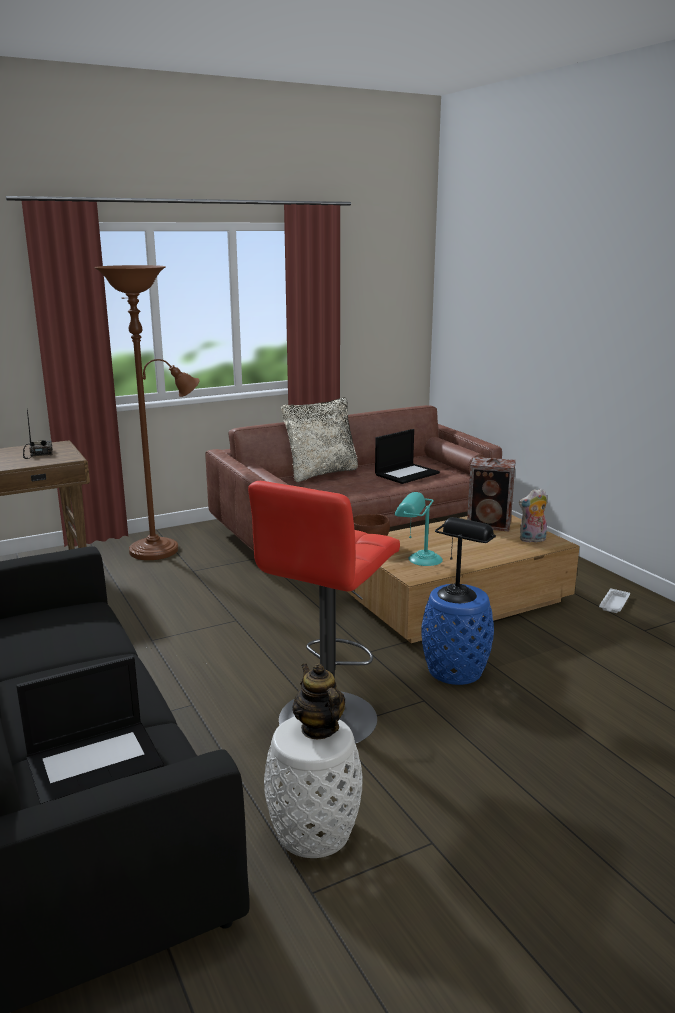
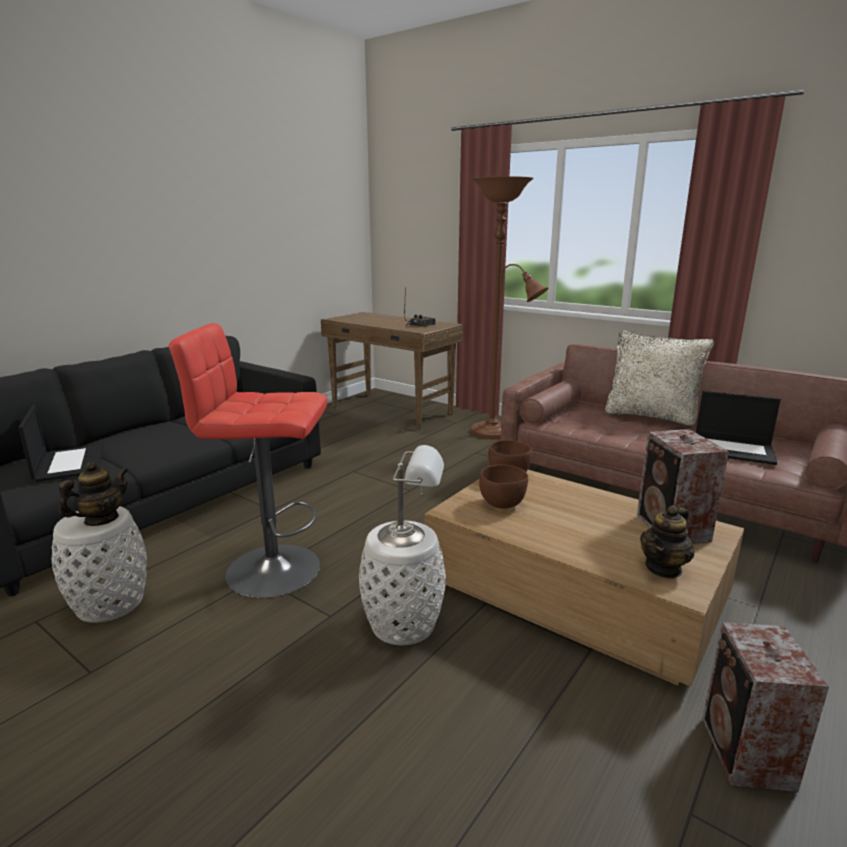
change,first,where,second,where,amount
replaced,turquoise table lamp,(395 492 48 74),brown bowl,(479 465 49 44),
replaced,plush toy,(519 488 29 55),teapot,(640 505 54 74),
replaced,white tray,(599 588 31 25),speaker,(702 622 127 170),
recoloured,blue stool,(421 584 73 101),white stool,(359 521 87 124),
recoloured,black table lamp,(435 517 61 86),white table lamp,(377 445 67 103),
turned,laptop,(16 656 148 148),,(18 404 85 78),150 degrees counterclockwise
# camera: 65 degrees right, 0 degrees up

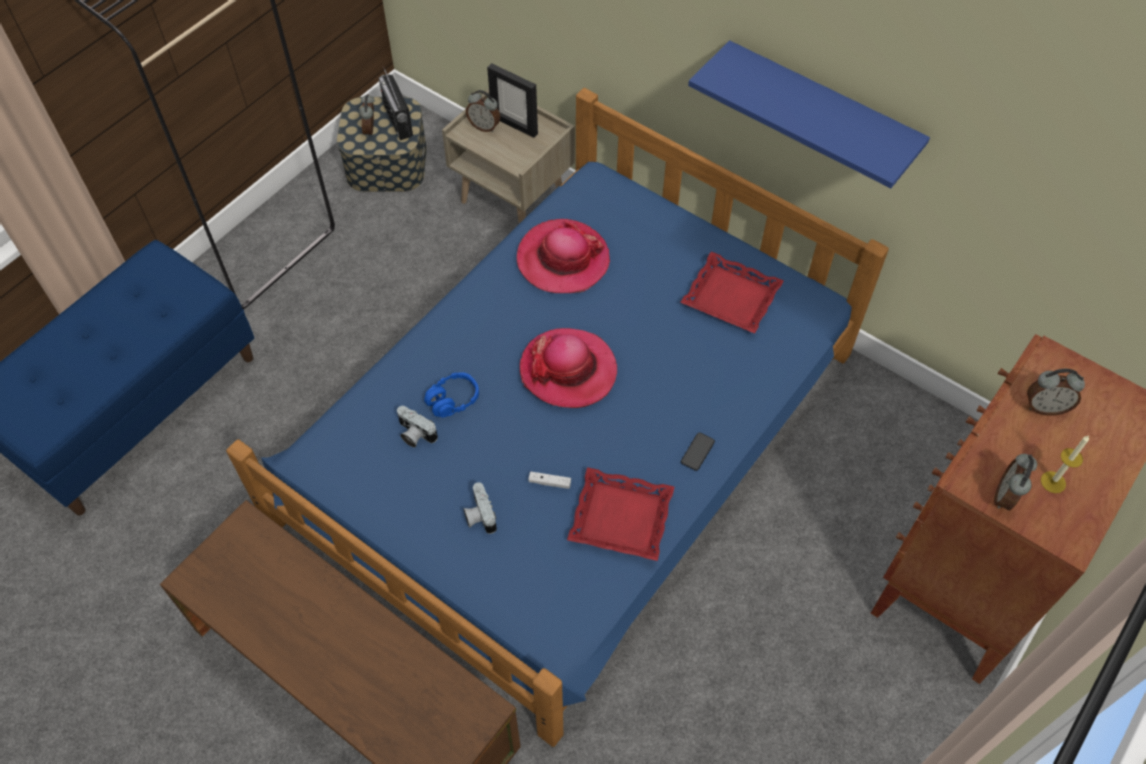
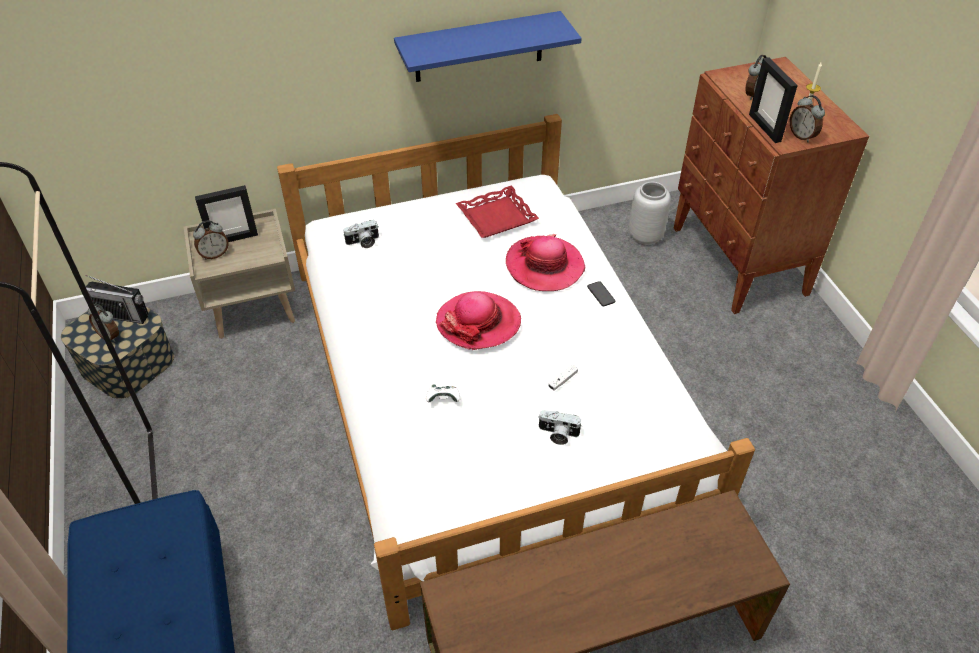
change,first,where,second,where,amount
removed,red tray,(567 467 107 94),,,
added,,,grey vase,(629 182 42 63),
added,,,picture frame,(749 57 49 86),
moved,photo camera,(397 406 41 42),,(343 220 36 28),
moved,hat,(517 219 93 74),,(506 234 79 57),
replaced,blue headphones,(424 372 55 45),white game controller,(426 384 34 18),
recoloured,blue bed,(226 88 663 659),white bed,(277 114 478 516),
# camera: 55 degrees left, 10 degrees down

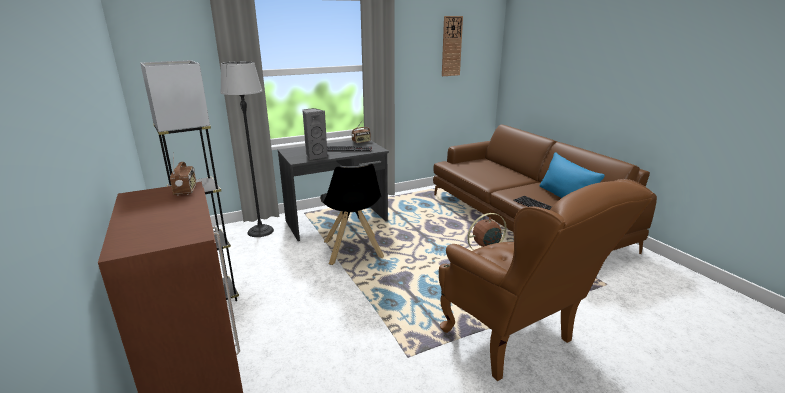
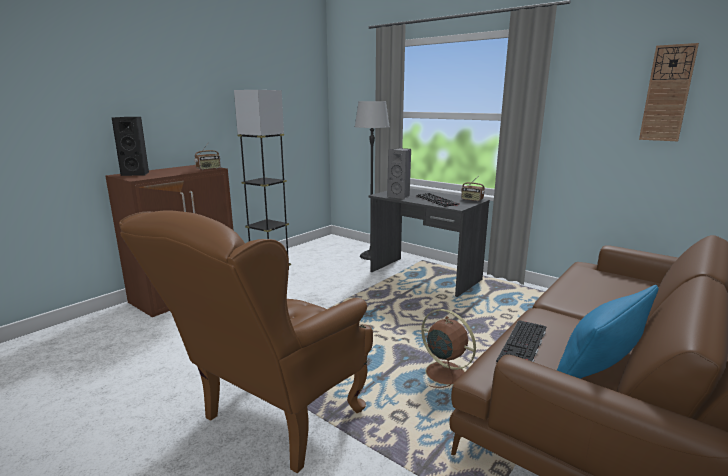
change,first,where,second,where,amount
removed,black chair,(320 163 64 102),,,
added,,,black speaker,(112 117 37 59),
# camera: 65 degrees right, 5 degrees down

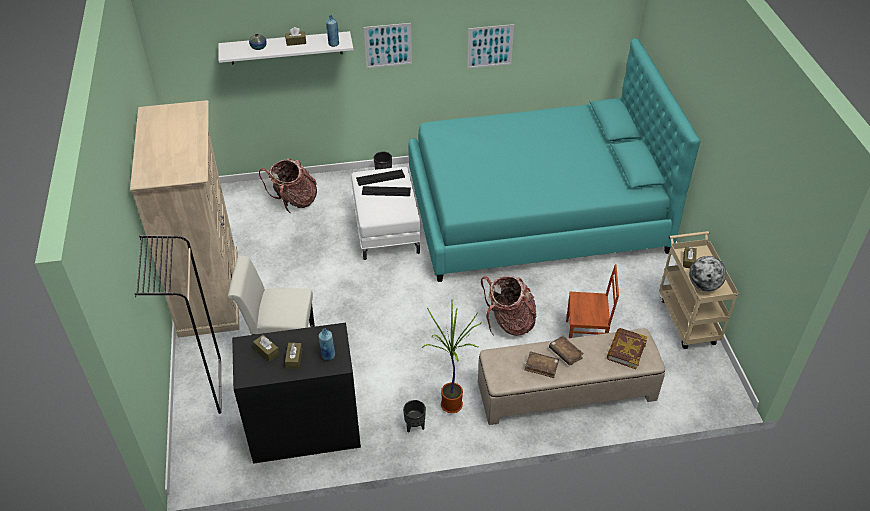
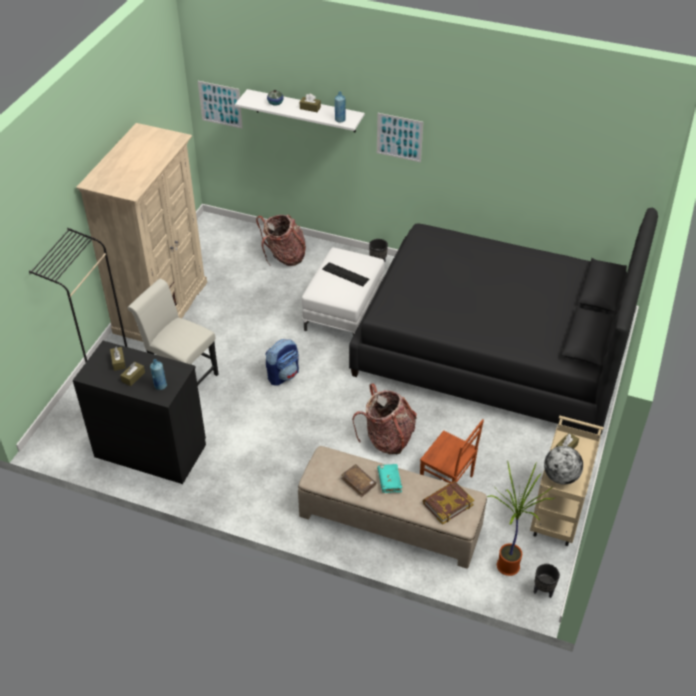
change,first,where,second,where,amount
removed,keyboard,(356 169 49 17),,,
added,,,backpack,(265 339 34 47),
moved,black planter,(403 400 23 33),,(534 564 26 34),
moved,potted plant,(422 301 60 112),,(487 462 67 114),
moved,picture,(467 24 47 45),,(198 81 45 48),
recoloured,turquoise bed,(409 38 291 244),black bed,(349 208 309 227),
recoloured,brown book,(549 336 35 29),turquoise book,(377 464 26 29),
# camera: 30 degrees right, 0 degrees up

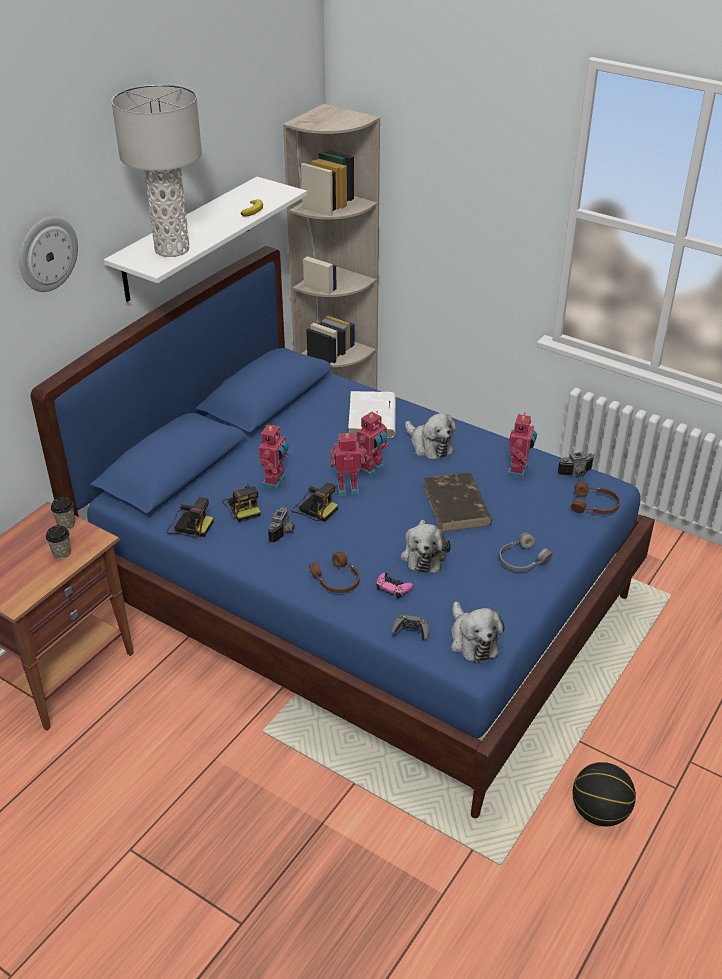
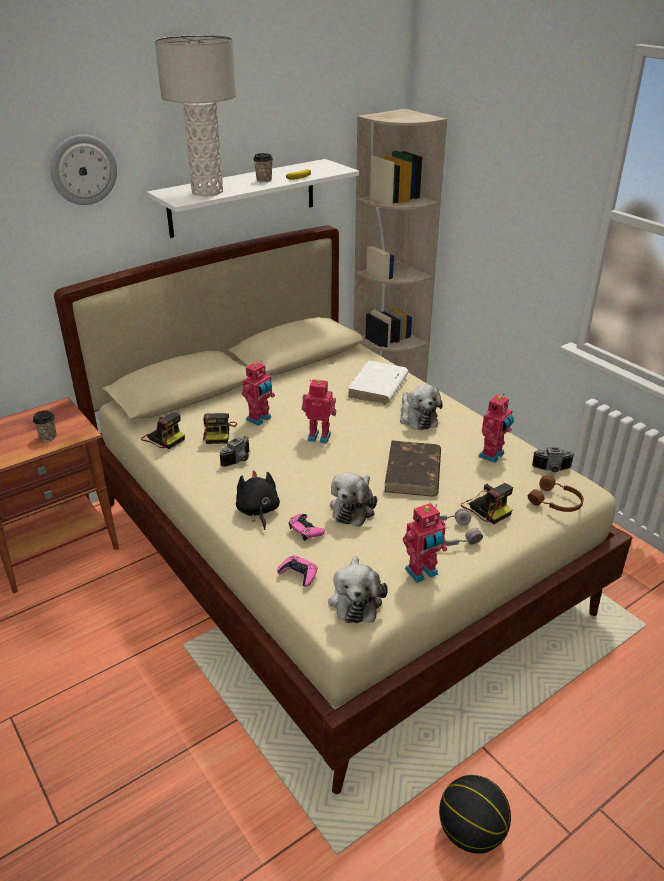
change,first,where,second,where,amount
moved,cup,(51 497 24 32),,(253 153 20 29),
moved,photo camera,(291 483 47 39),,(461 483 52 41),
moved,toy robot,(357 411 32 66),,(403 503 44 80),
replaced,brown headphones,(309 551 51 42),black plush toy,(236 470 44 60),
recoloured,blue bed,(31 246 624 572),beige bed,(54 225 579 569),
recoloured,grey game controller,(392 615 37 26),pink game controller,(277 555 41 32),
# camera: 20 degrees right, 5 degrees down

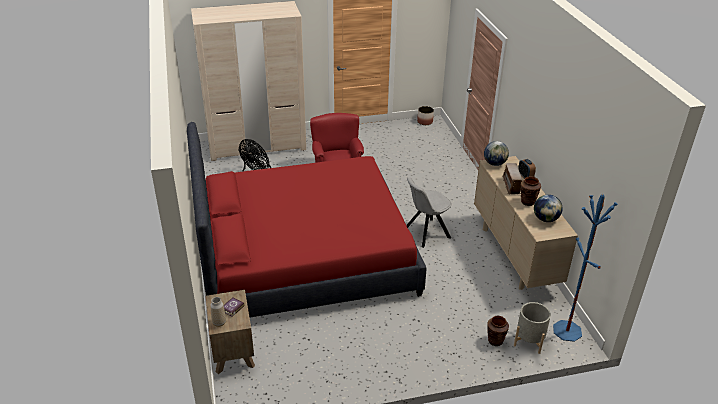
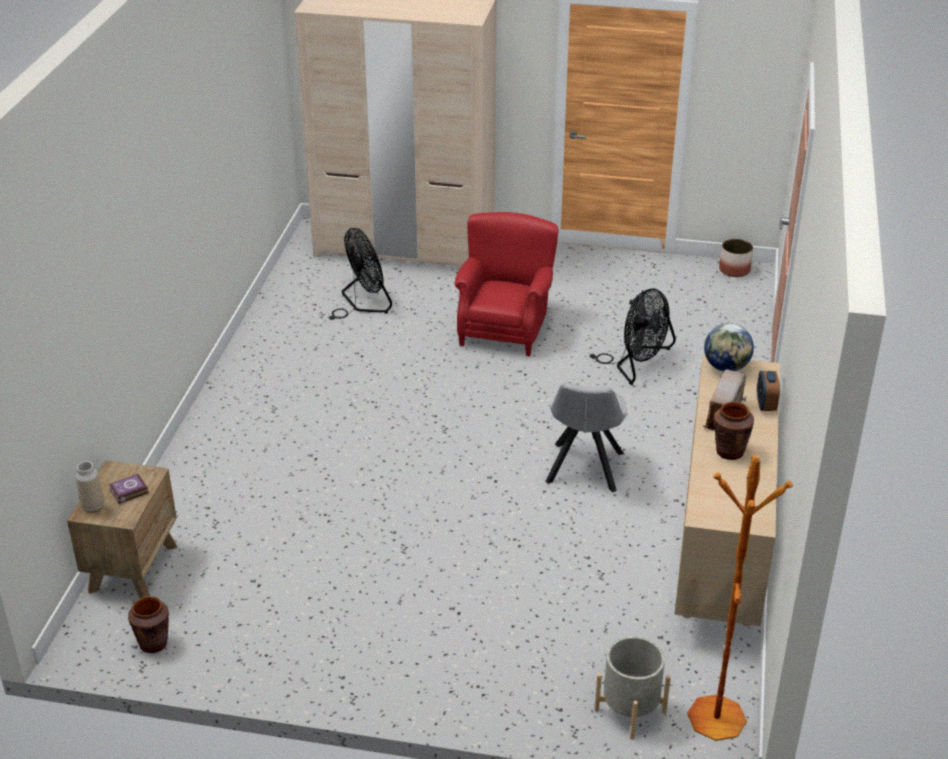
change,first,where,second,where,amount
removed,red bed,(187 122 239 196),,,
removed,globe,(534 195 29 27),,,
added,,,black fan,(590 288 86 97),
moved,brown vase,(487 316 22 30),,(128 596 41 57),
recoloured,blue clothes rack,(553 194 65 148),orange clothes rack,(687 456 106 285),
turned,grey chair,(406 177 46 71),,(546 382 81 110),75 degrees counterclockwise
# camera: 25 degrees right, 0 degrees up

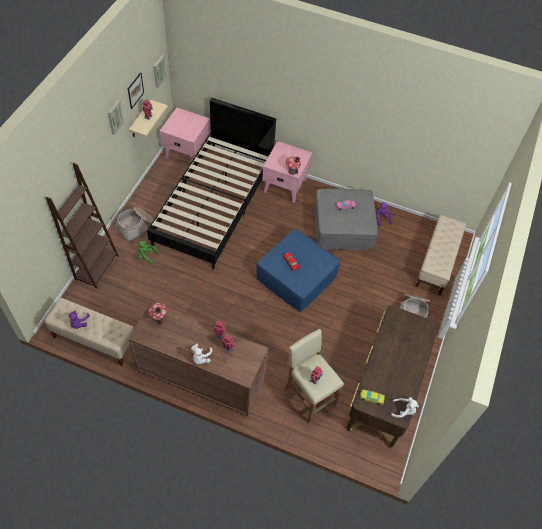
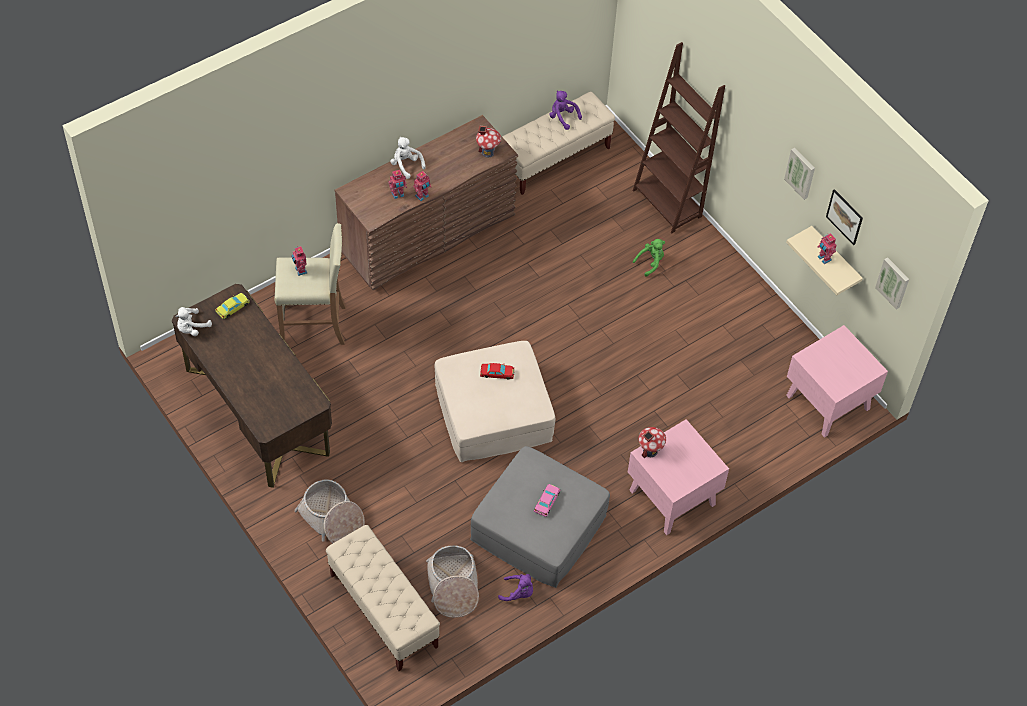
change,first,where,second,where,amount
removed,black bed,(147 98 129 172),,,
moved,basket,(114 207 40 37),,(426 545 53 73),
recoloured,blue ottoman,(256 229 84 83),beige ottoman,(435 341 120 121),
# camera: 125 degrees right, 0 degrees up

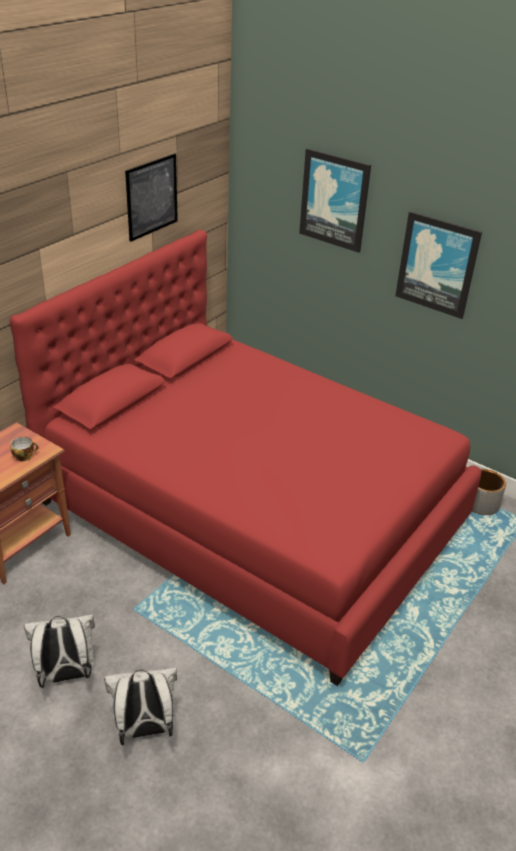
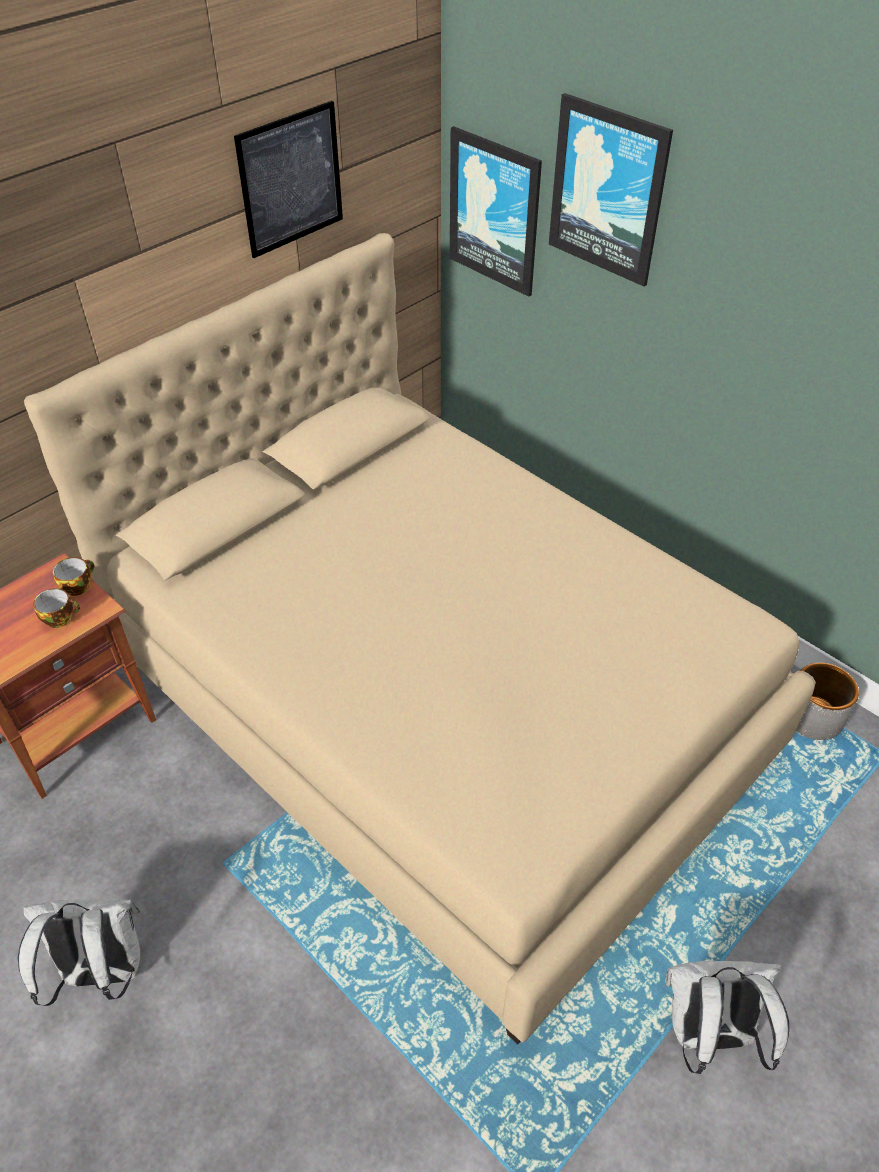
change,first,where,second,where,amount
added,,,cup,(53 557 41 39),
moved,white backpack,(104 668 73 77),,(665 961 124 113),
moved,picture,(395 211 87 108),,(450 126 92 171),
recoloured,red bed,(10 230 472 456),beige bed,(24 233 792 812),
# camera: 10 degrees right, 10 degrees up

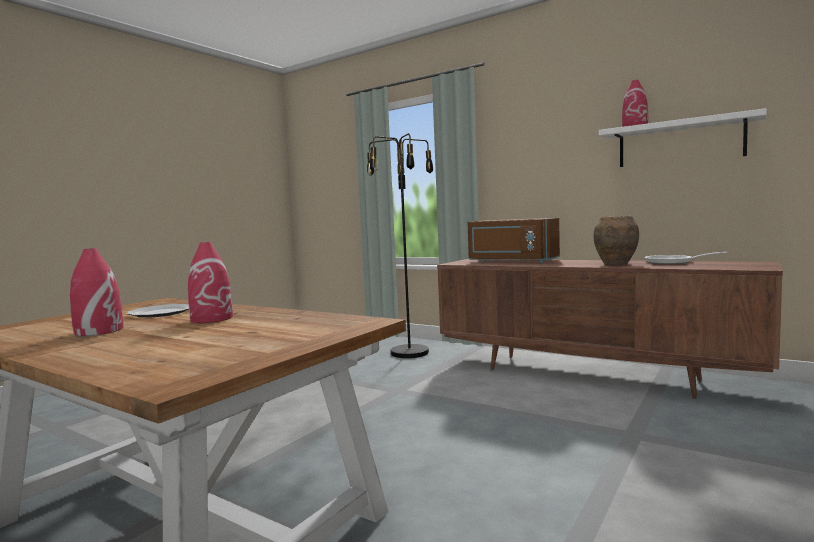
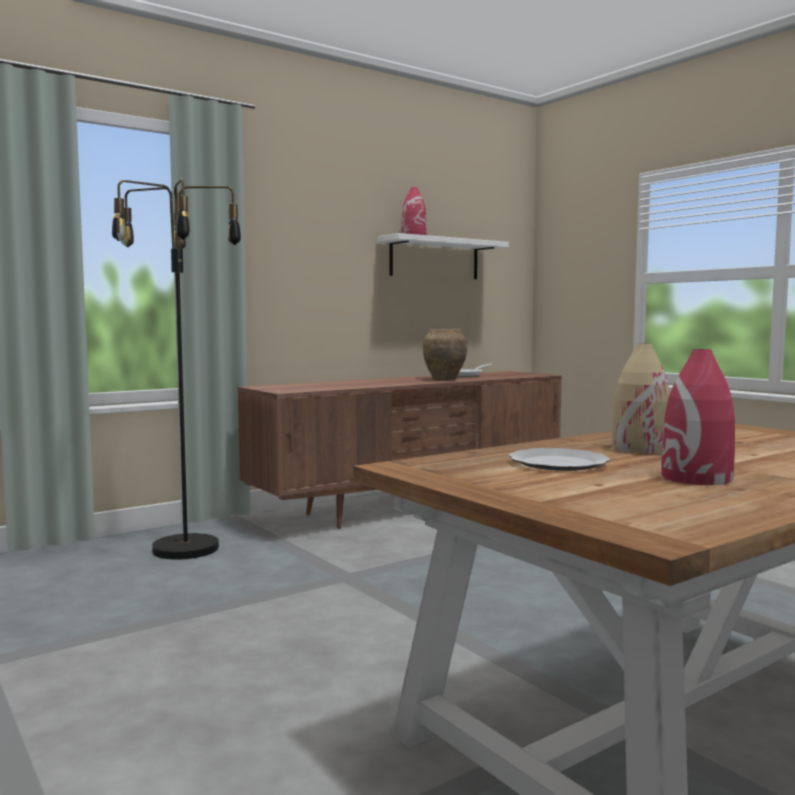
change,first,where,second,where,amount
removed,brown microwave,(468 218 92 45),,,
recoloured,red vase,(188 242 45 81),beige vase,(612 344 58 110),
# camera: 70 degrees left, 0 degrees up

